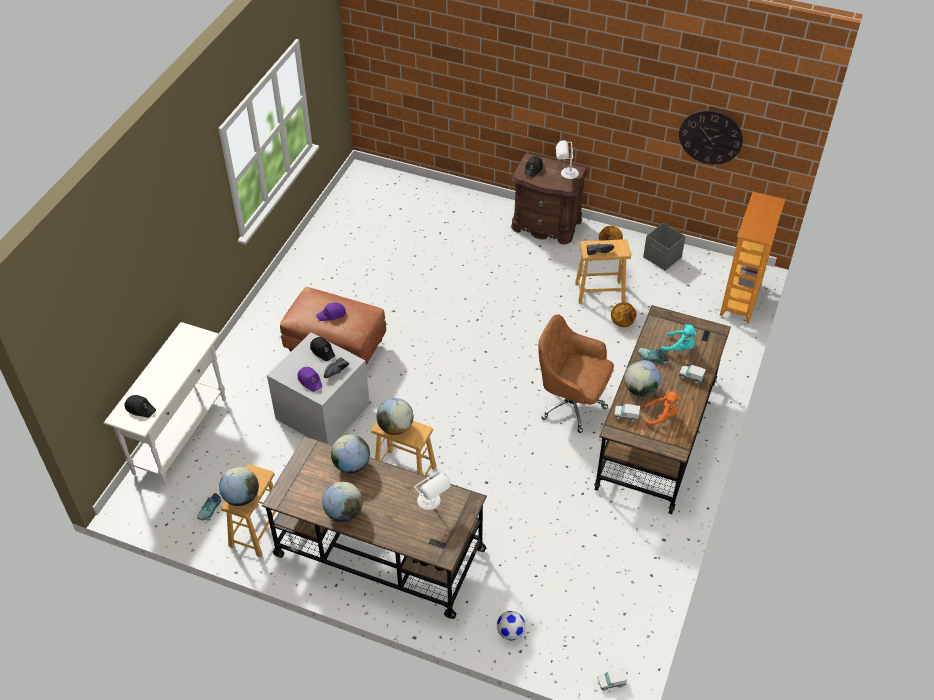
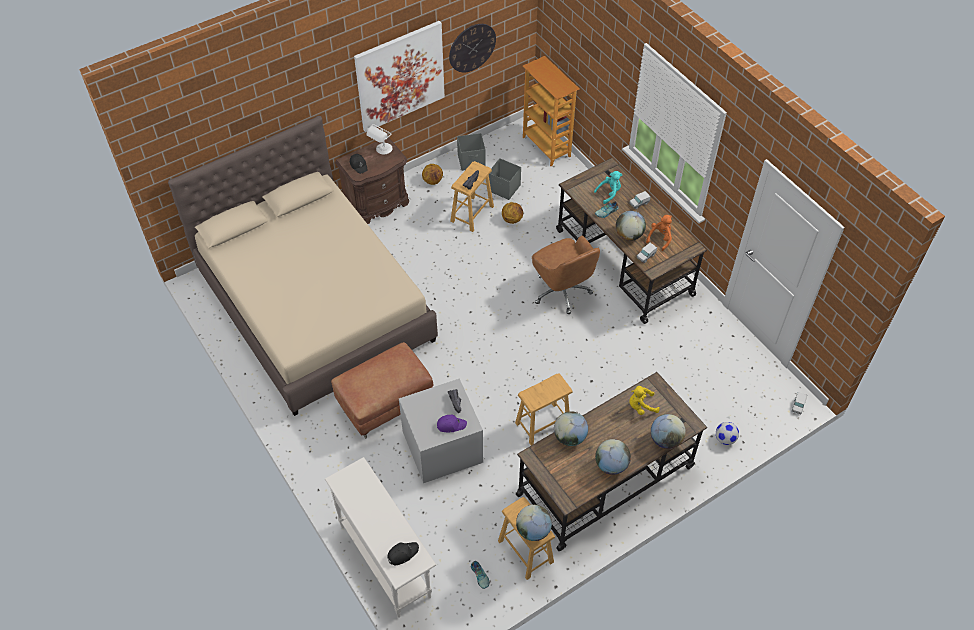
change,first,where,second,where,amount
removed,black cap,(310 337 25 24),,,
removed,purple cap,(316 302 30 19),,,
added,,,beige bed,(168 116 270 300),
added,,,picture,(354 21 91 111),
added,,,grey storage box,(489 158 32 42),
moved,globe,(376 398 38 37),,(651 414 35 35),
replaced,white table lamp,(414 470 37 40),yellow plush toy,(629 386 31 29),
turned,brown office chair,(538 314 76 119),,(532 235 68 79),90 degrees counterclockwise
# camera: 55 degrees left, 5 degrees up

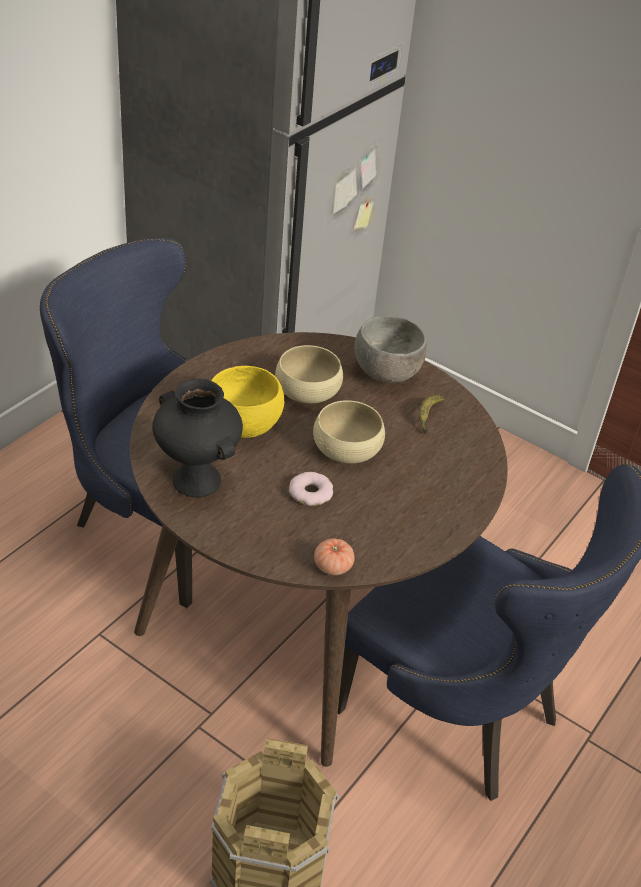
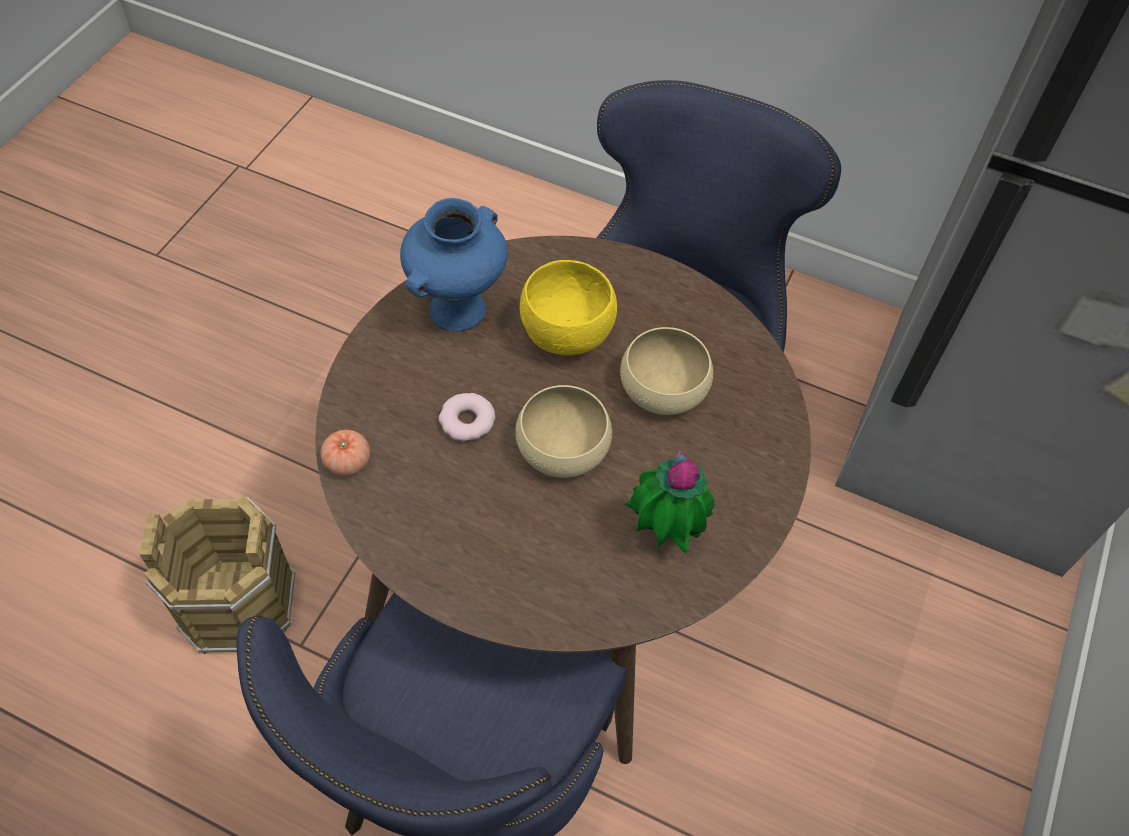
change,first,where,second,where,amount
removed,grey bowl,(354 315 73 68),,,
replaced,banana,(419 395 26 39),potted plant,(624 450 91 103),
recoloured,black vase,(152 379 91 118),blue vase,(400 198 107 134),
# camera: 80 degrees right, 15 degrees up

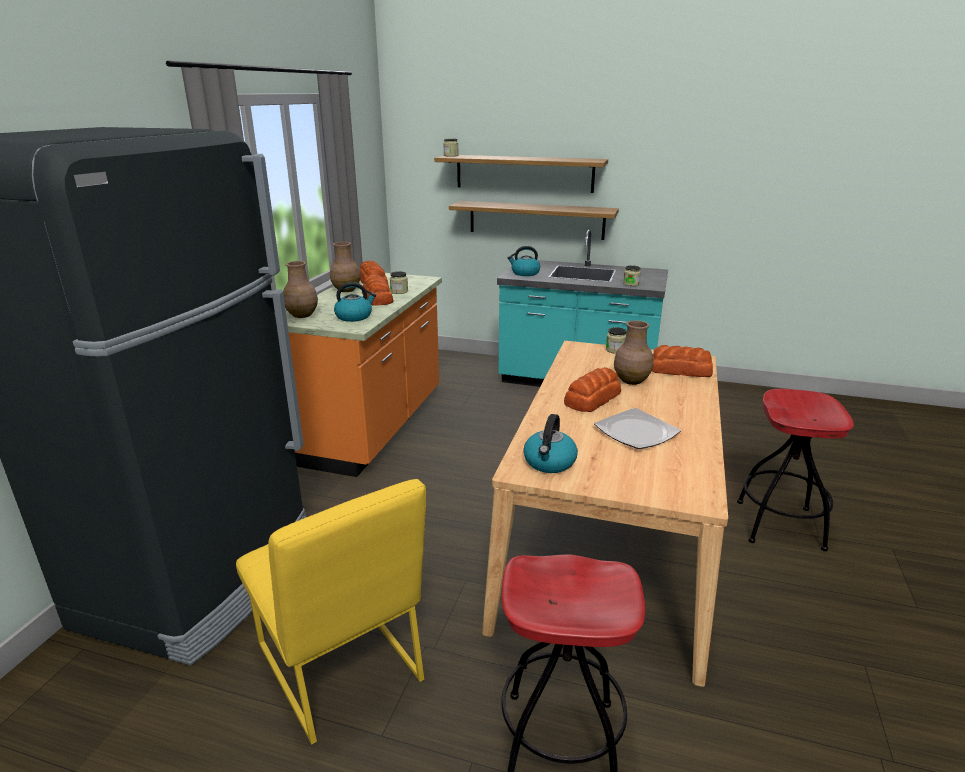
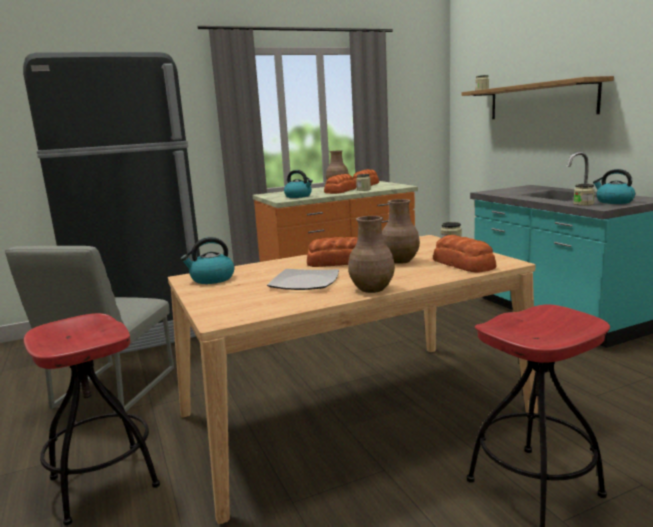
change,first,where,second,where,amount
removed,shelf,(449 201 170 39),,,
moved,brown vase,(283 261 35 57),,(348 216 47 77),
moved,kettle,(507 246 33 30),,(593 169 42 35),
recoloured,yellow chair,(236 479 190 265),grey chair,(5 246 169 166),
# camera: 50 degrees right, 10 degrees down

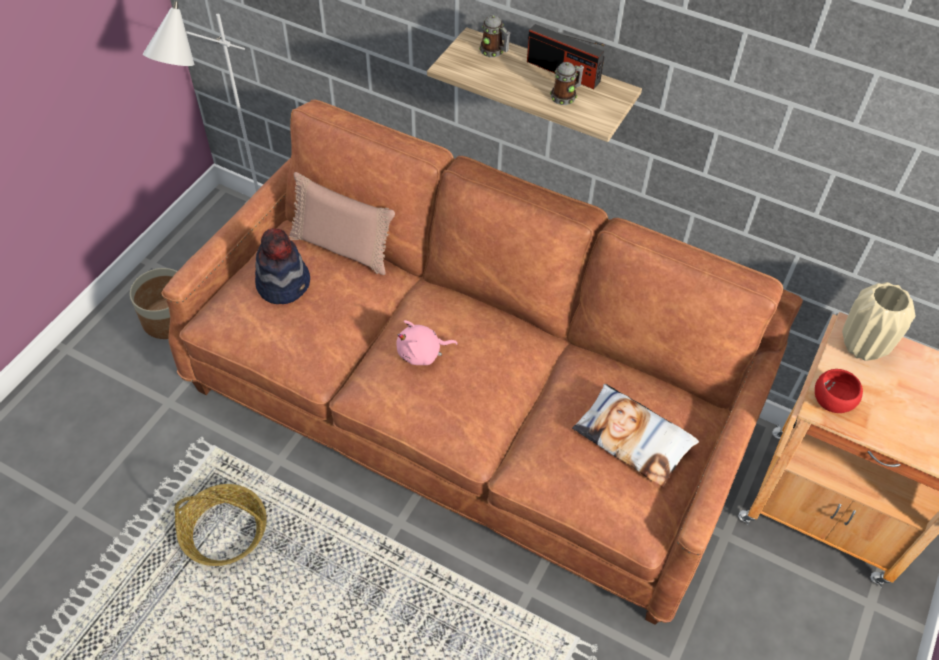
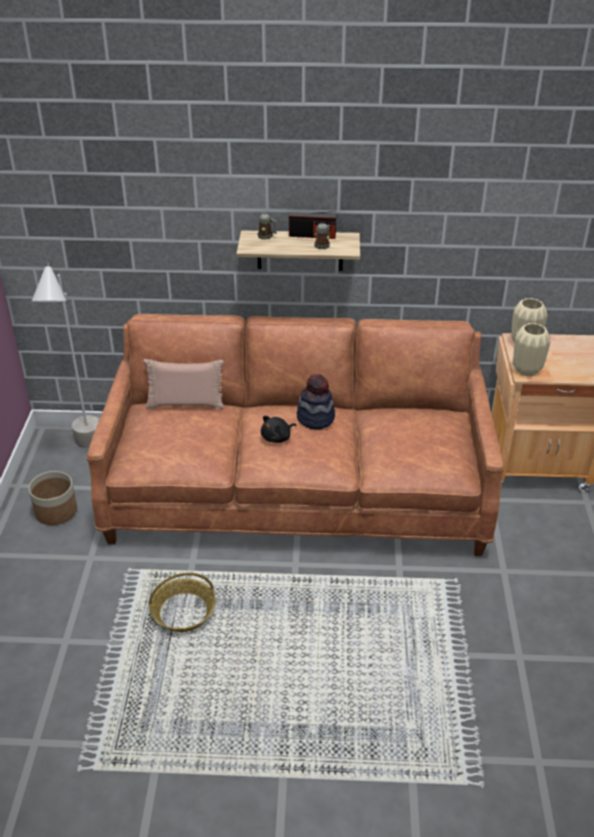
change,first,where,second,where,amount
removed,pillow,(572 384 127 103),,,
moved,hat,(255 228 55 76),,(297 374 38 56),
replaced,red bowl,(815 369 48 44),beige vase,(513 323 38 53),
recoloured,pink plush toy,(396 320 62 45),black plush toy,(261 416 35 27),
# camera: 25 degrees left, 15 degrees down

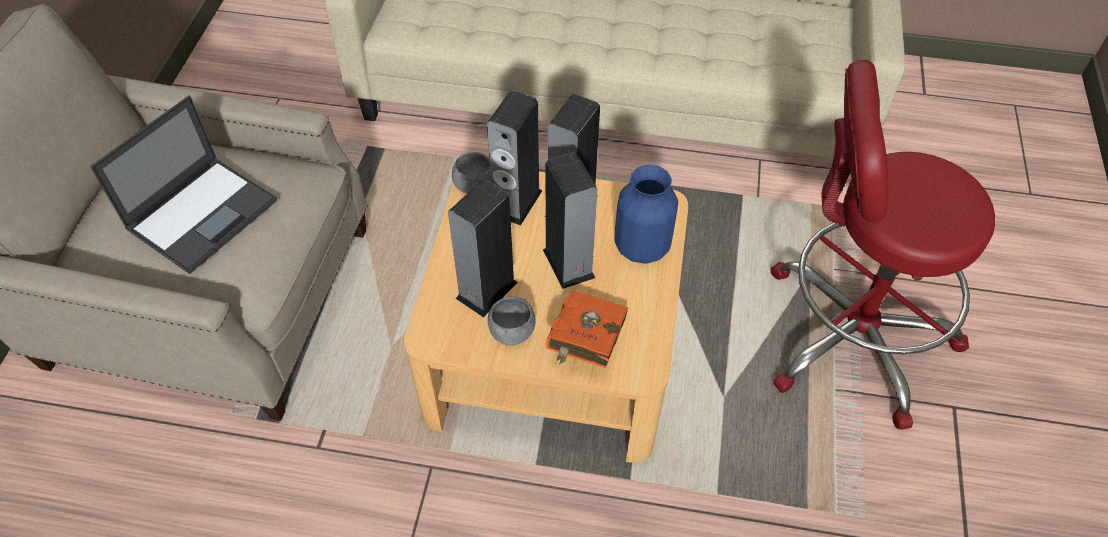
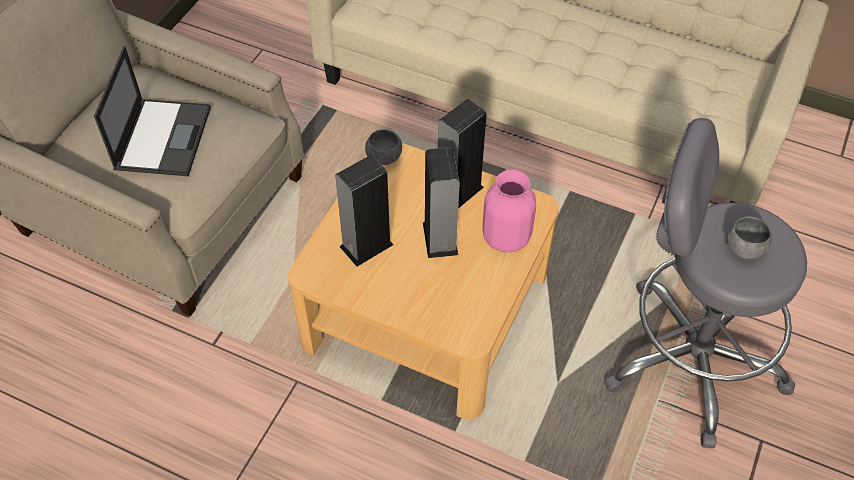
change,first,where,second,where,amount
removed,speaker,(487 91 55 135),,,
removed,orange book,(546 290 82 78),,,
moved,grey bowl,(488 297 48 49),,(727 216 45 43),
recoloured,blue vase,(614 165 64 99),pink vase,(483 170 53 82),
recoloured,red stool,(771 60 224 370),grey stool,(604 118 203 330),
turned,laptop,(90 95 187 179),,(94 46 117 130),45 degrees counterclockwise
# camera: 15 degrees right, 0 degrees up

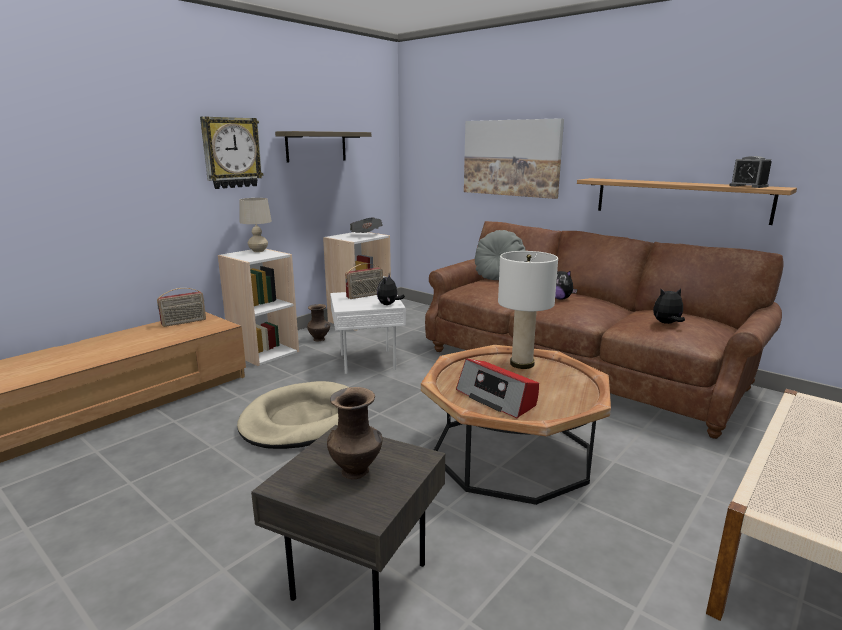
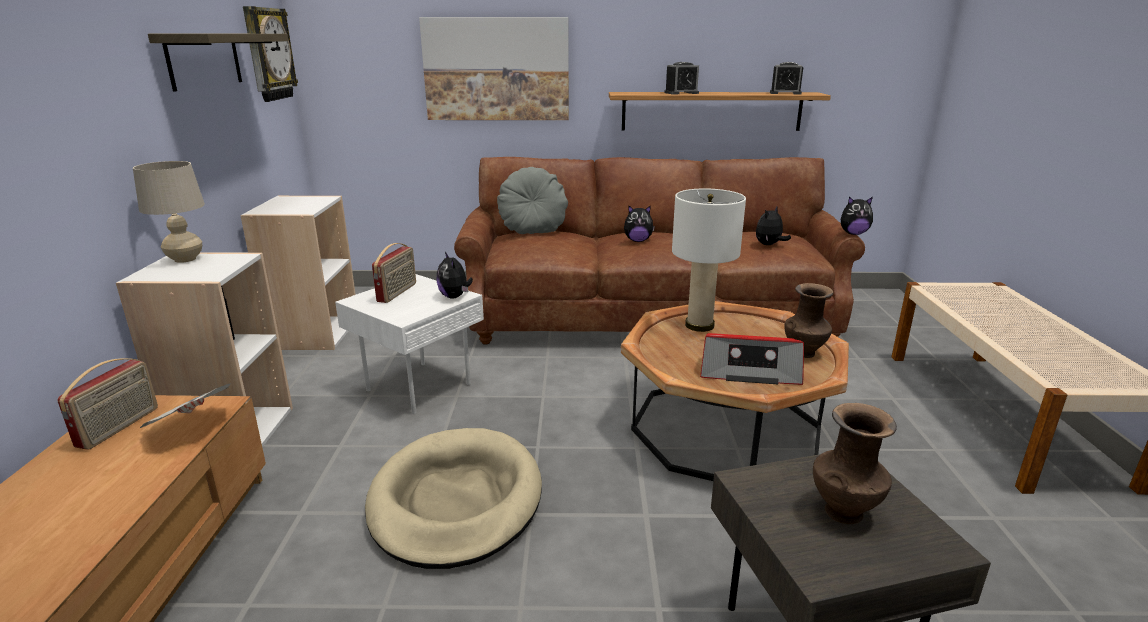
change,first,where,second,where,amount
added,,,alarm clock,(664 62 35 32),
added,,,plush toy,(841 197 32 38),
moved,wall clock,(200 116 64 73),,(243 6 55 96),
moved,brown vase,(307 304 23 37),,(784 283 50 75),
moved,newspaper,(350 218 33 15),,(140 383 91 45),
# camera: 40 degrees left, 5 degrees up

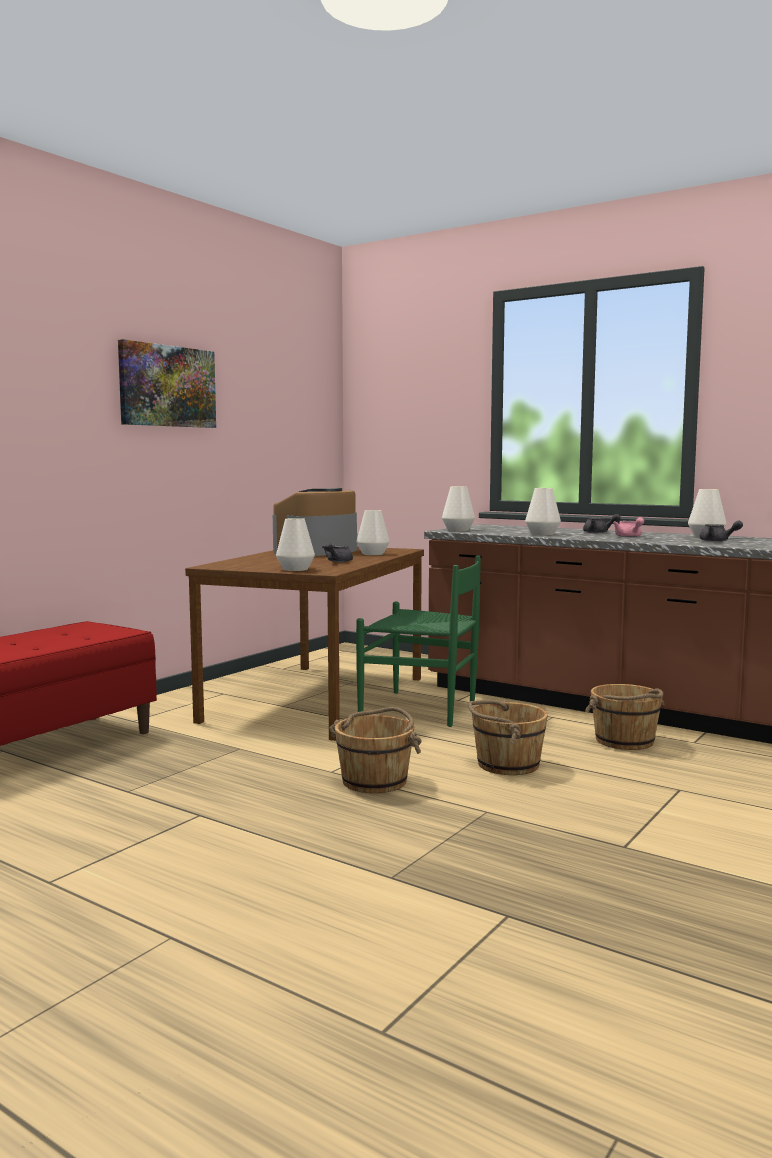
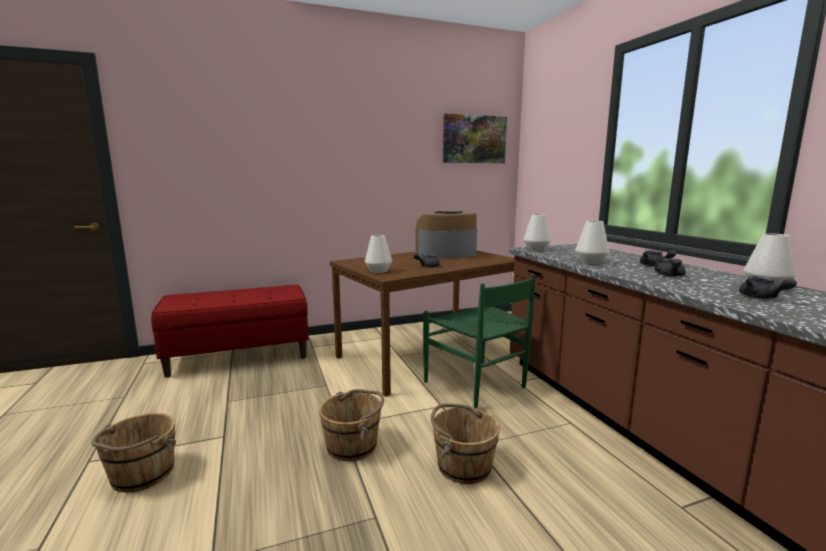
change,first,where,second,where,amount
removed,white vase,(356 510 34 45),,,
moved,picture,(118 339 98 89),,(443 113 64 50),
moved,brown bucket,(585 684 79 66),,(91 413 85 80),
recoloured,pink teapot,(613 517 31 20),grey teapot,(652 258 34 19),
# camera: 35 degrees right, 5 degrees up

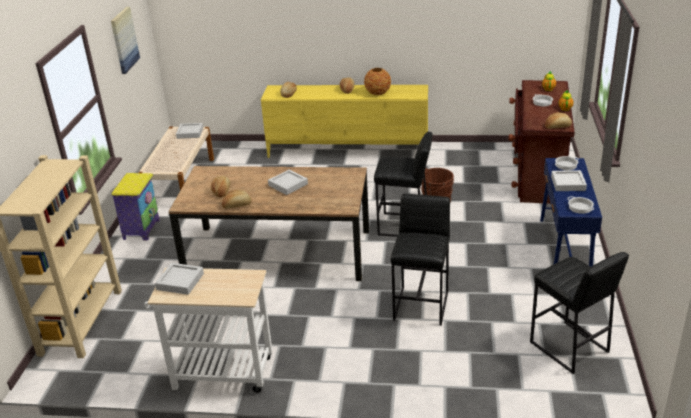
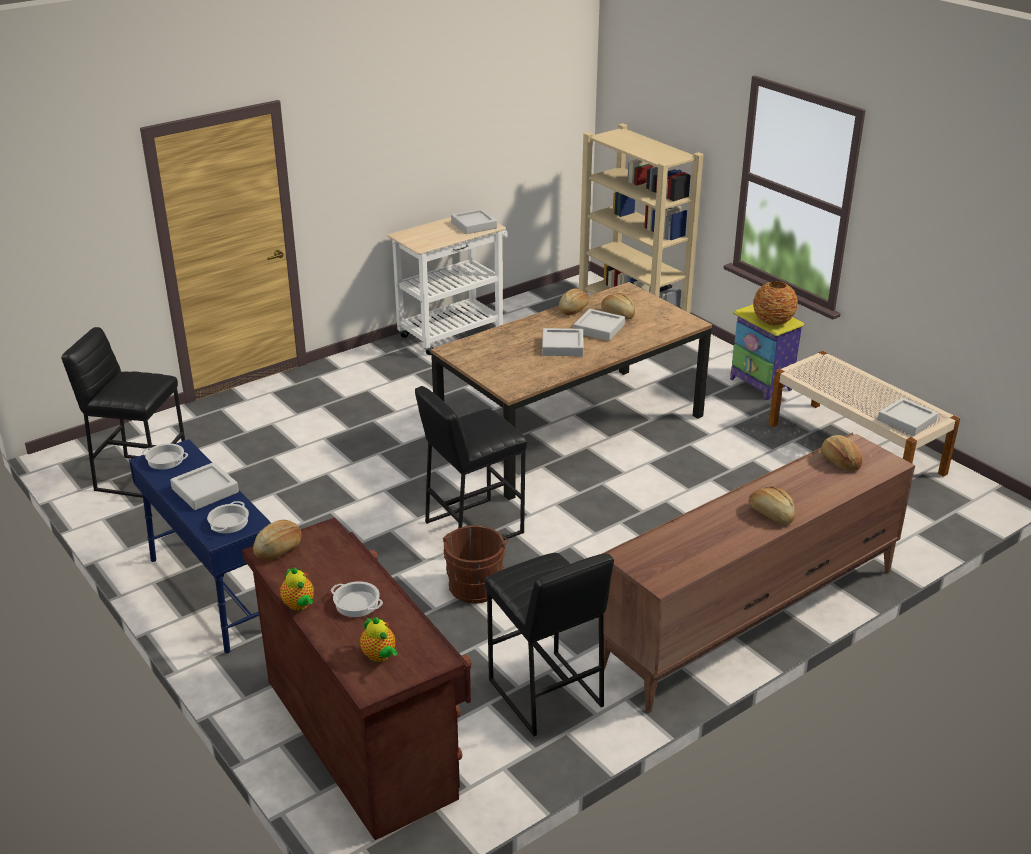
change,first,where,second,where,amount
removed,picture,(111 7 29 67),,,
added,,,grey tray,(573 309 52 32),
moved,vase,(364 68 27 27),,(753 281 45 44),
moved,black stool,(391 194 59 132),,(485 553 129 183),
recoloured,yellow cabinet,(261 85 167 73),brown cabinet,(598 433 317 281),
# camera: 135 degrees right, 0 degrees up

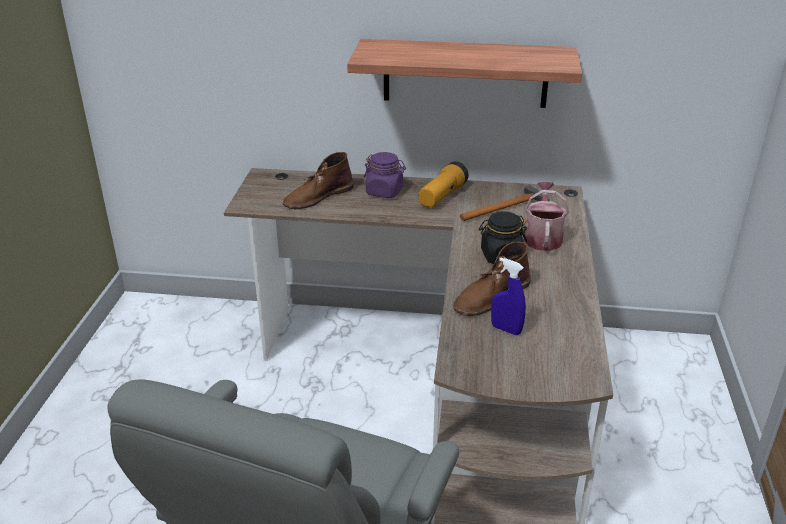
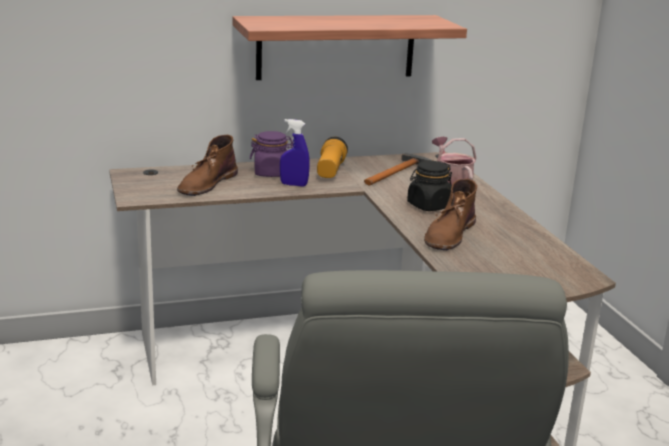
change,first,where,second,where,amount
moved,blue spray bottle,(491 257 35 78),,(280 119 30 68),
# camera: 25 degrees left, 10 degrees down

